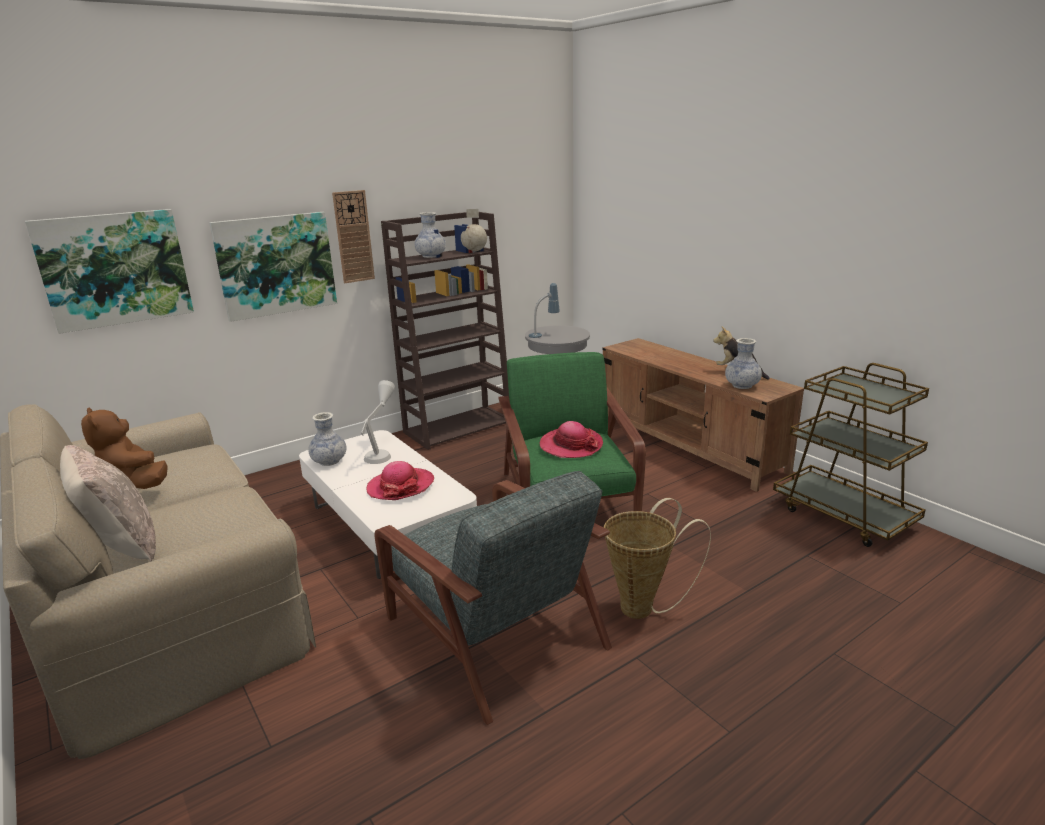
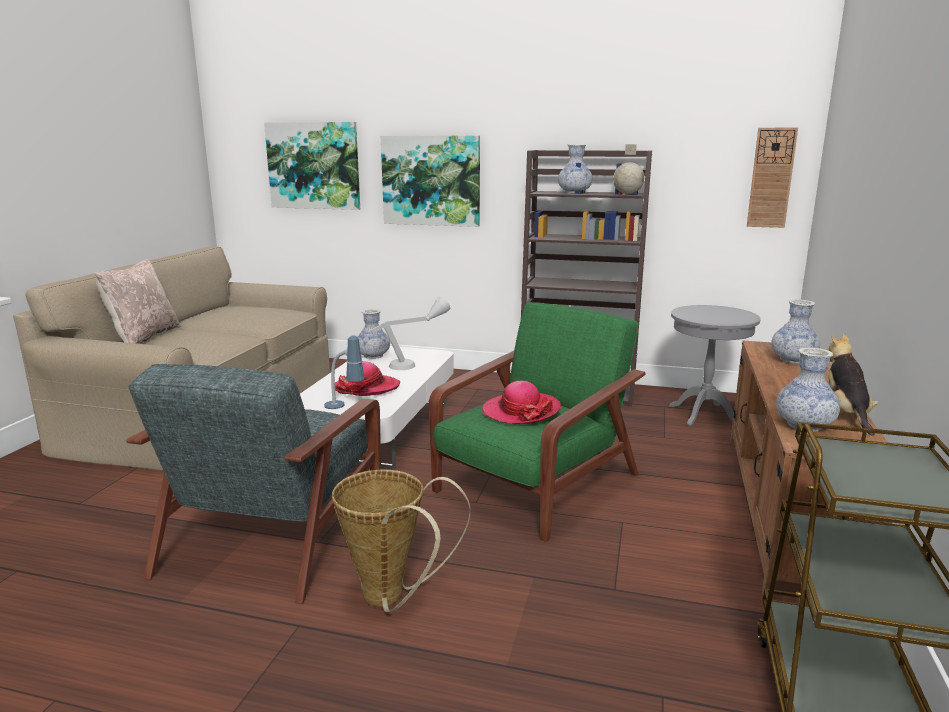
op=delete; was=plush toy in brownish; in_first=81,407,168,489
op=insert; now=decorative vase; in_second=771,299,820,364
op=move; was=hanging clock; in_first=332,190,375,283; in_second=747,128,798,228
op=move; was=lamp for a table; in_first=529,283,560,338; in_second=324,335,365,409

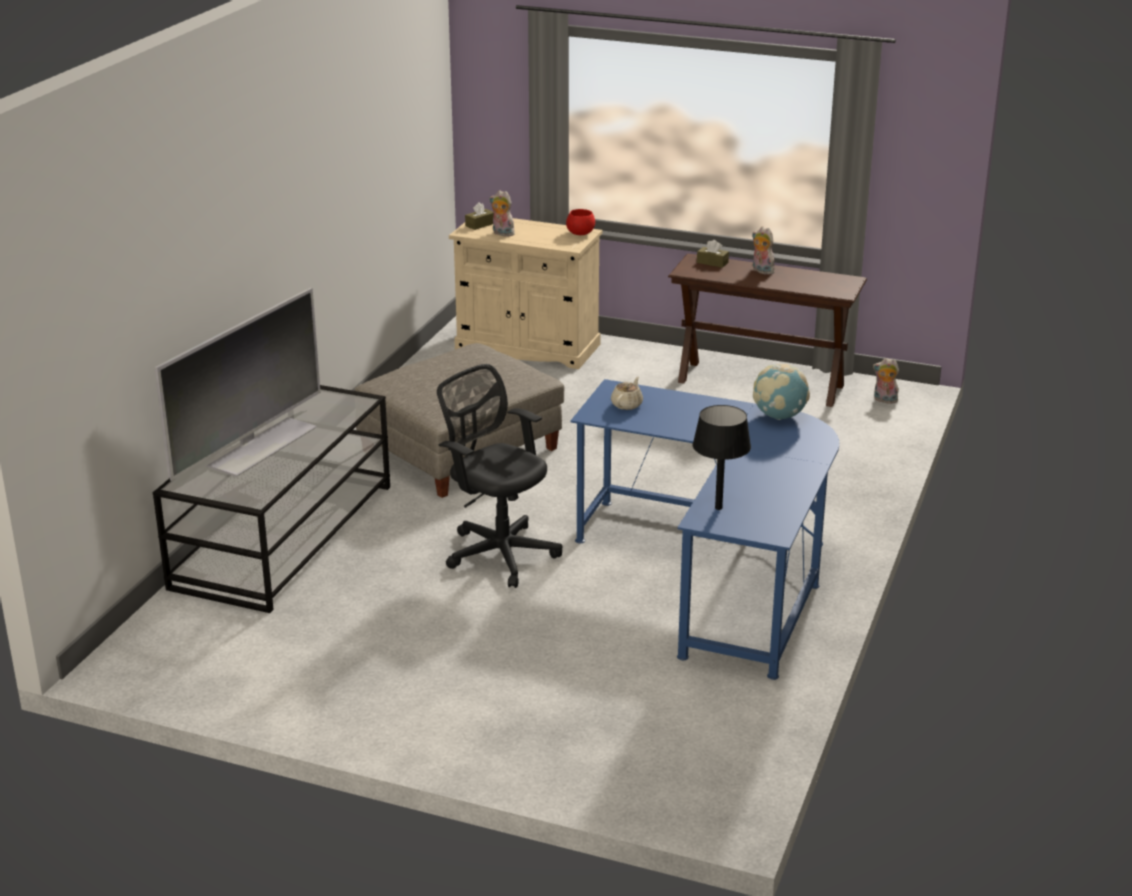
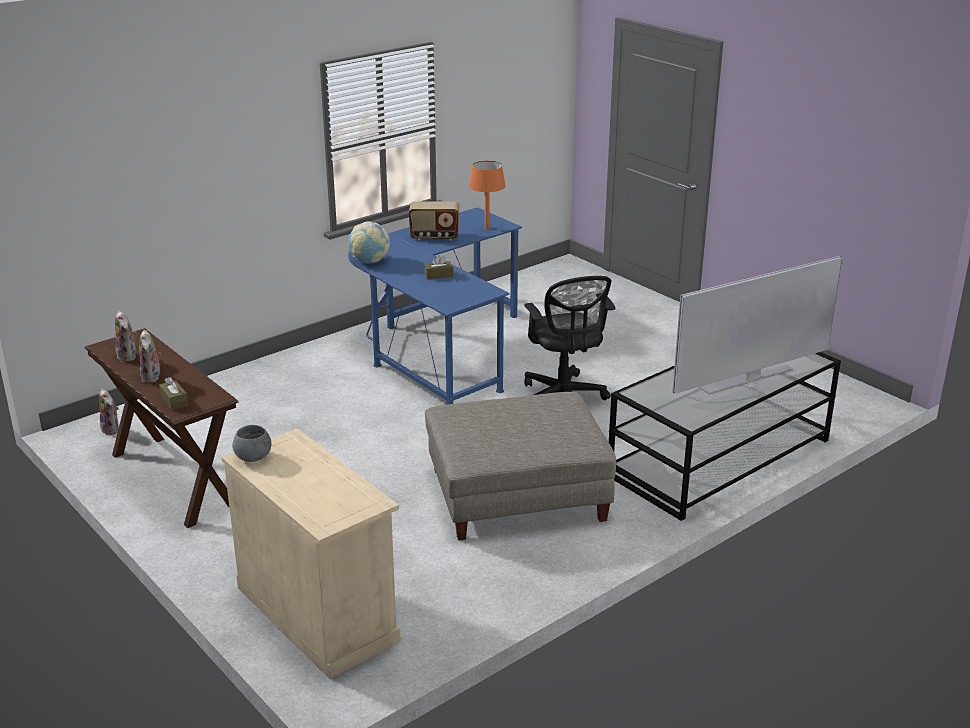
op=delete; was=teapot in sand-coloured; in_first=611,377,643,410
op=insert; now=radio; in_second=409,201,459,240
op=move; was=tissue box in brownish; in_first=465,202,493,230; in_second=424,255,453,279
op=move; was=plush toy; in_first=489,190,515,236; in_second=115,310,137,362
op=recolor; was=serving bowl in red-coloured; now=serving bowl in gray; in_first=566,209,595,235; in_second=232,425,271,462
op=recolor; was=lamp for a table in black-coloured; now=lamp for a table in orange-coloured; in_first=693,405,751,510; in_second=469,161,506,229

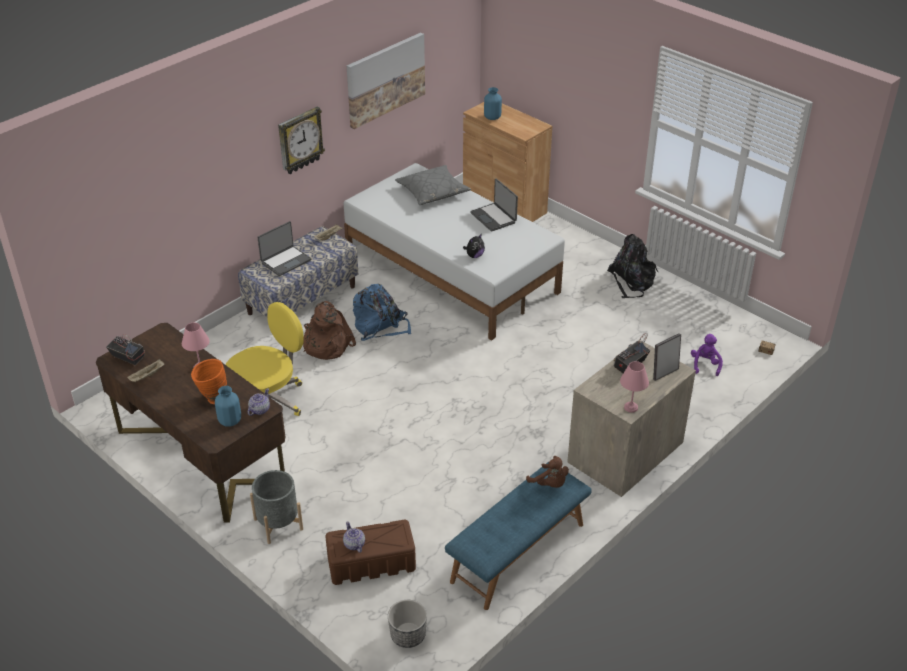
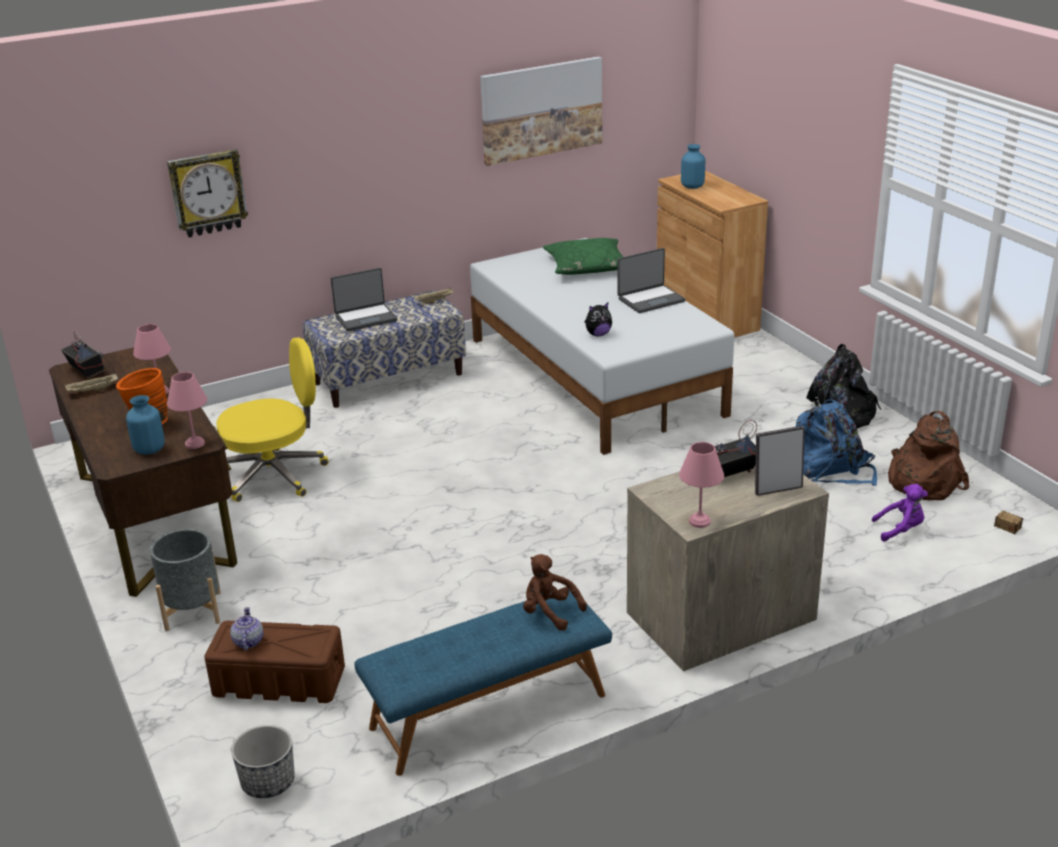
op=move; was=hanging clock; in_first=278,106,325,174; in_second=167,149,248,238
op=move; was=knapsack in brownish; in_first=303,301,356,360; in_second=888,411,969,500
op=move; was=knapsack in blue; in_first=353,284,411,341; in_second=796,399,877,486
op=replace; was=teapot; now=lamp for a table in pink; in_first=248,388,270,416; in_second=167,372,207,449
op=recolor; was=pillow in gray; now=pillow in green; in_first=395,165,471,205; in_second=543,238,623,275
op=rotate; was=portable computer; in_first=470,179,518,232; in_second=618,248,685,313; clockwise=-105
op=rotate; was=plush toy in brownish; in_first=526,456,569,488; in_second=523,554,587,631; clockwise=150
op=rotate; was=plush toy in purple-coloured; in_first=691,334,723,376; in_second=872,484,928,542; clockwise=60

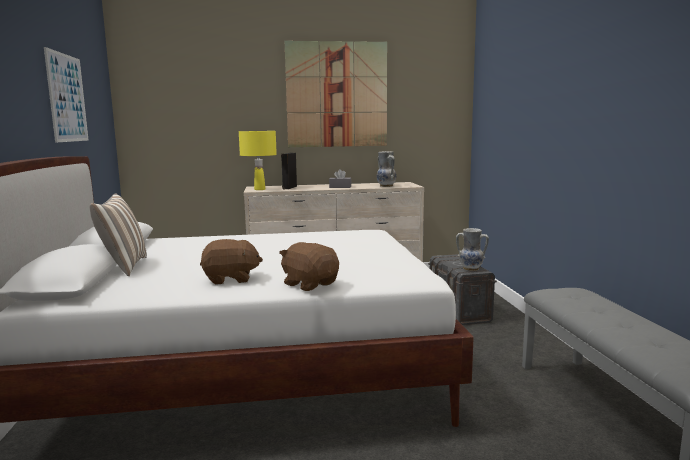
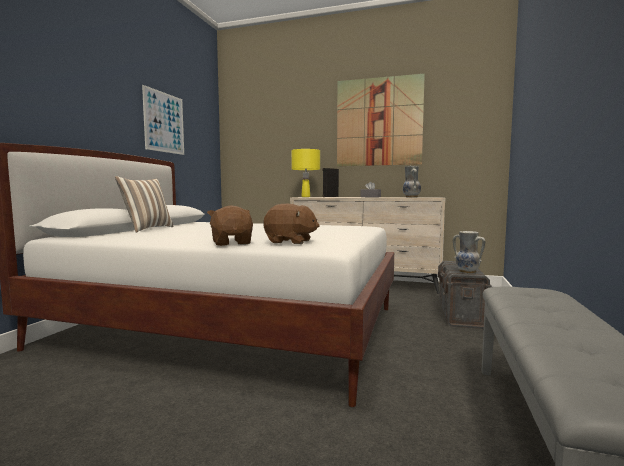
op=move; was=plush toy in brownish; in_first=200,239,263,285; in_second=263,204,320,244

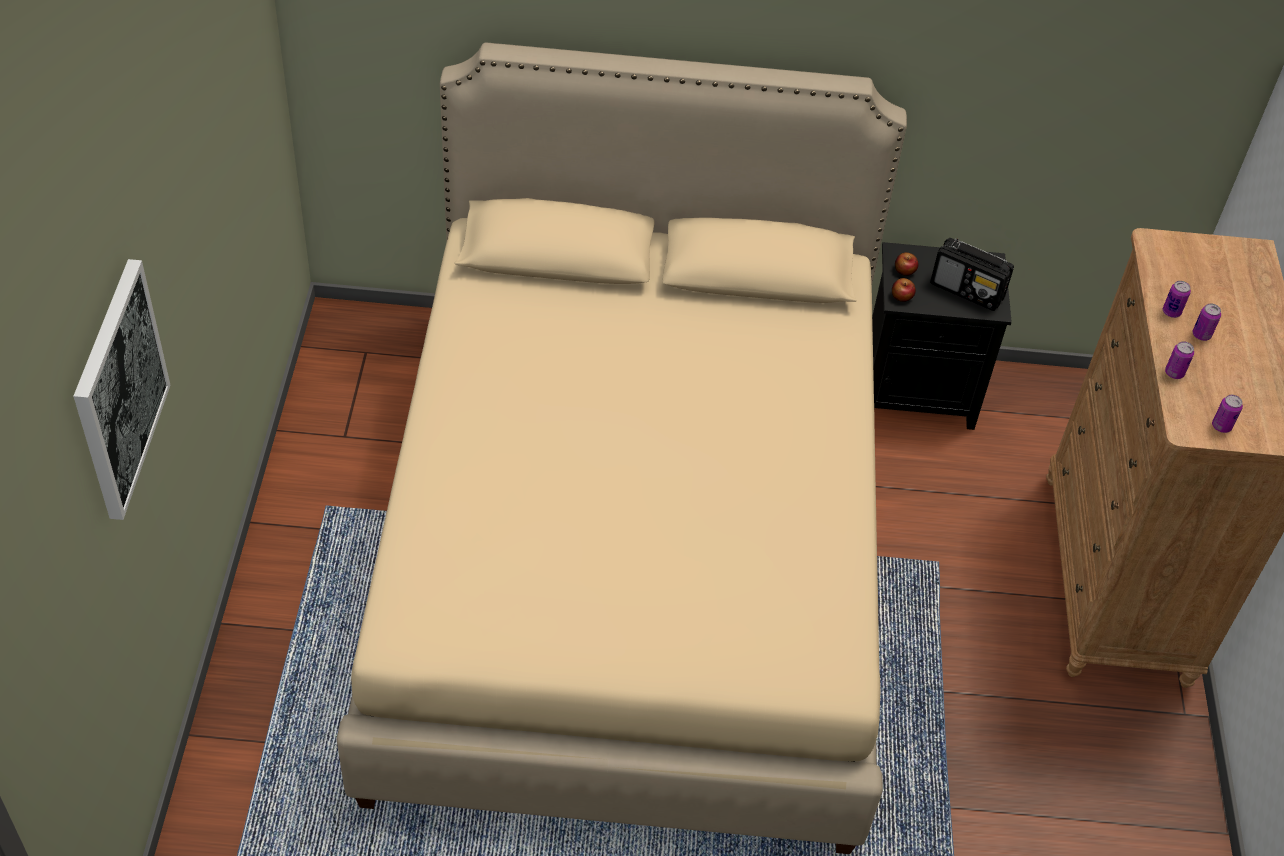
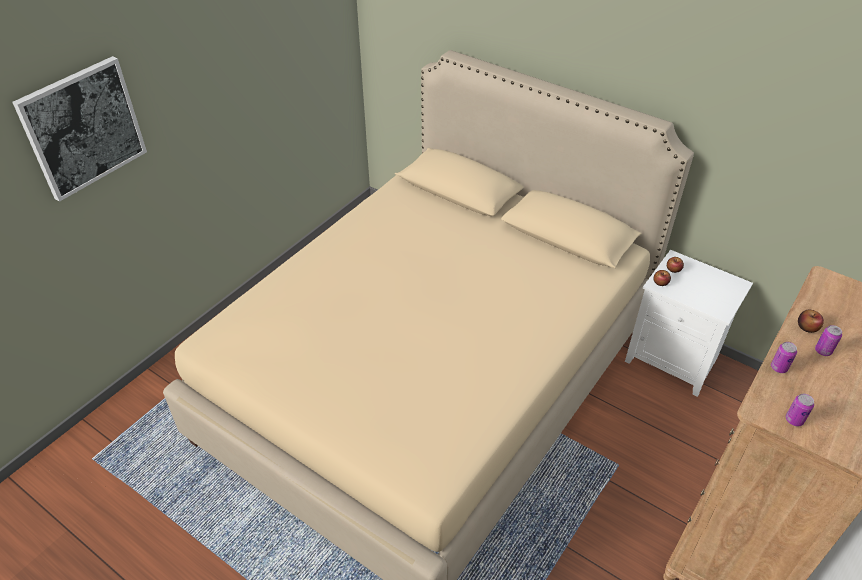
op=delete; was=radio; in_first=930,238,1014,311
op=replace; was=sealed can; now=apple fruit; in_first=1163,281,1191,318; in_second=798,310,824,333
op=recolor; was=nightstand in black-coloured; now=nightstand in whitish; in_first=872,242,1012,430; in_second=625,250,753,397

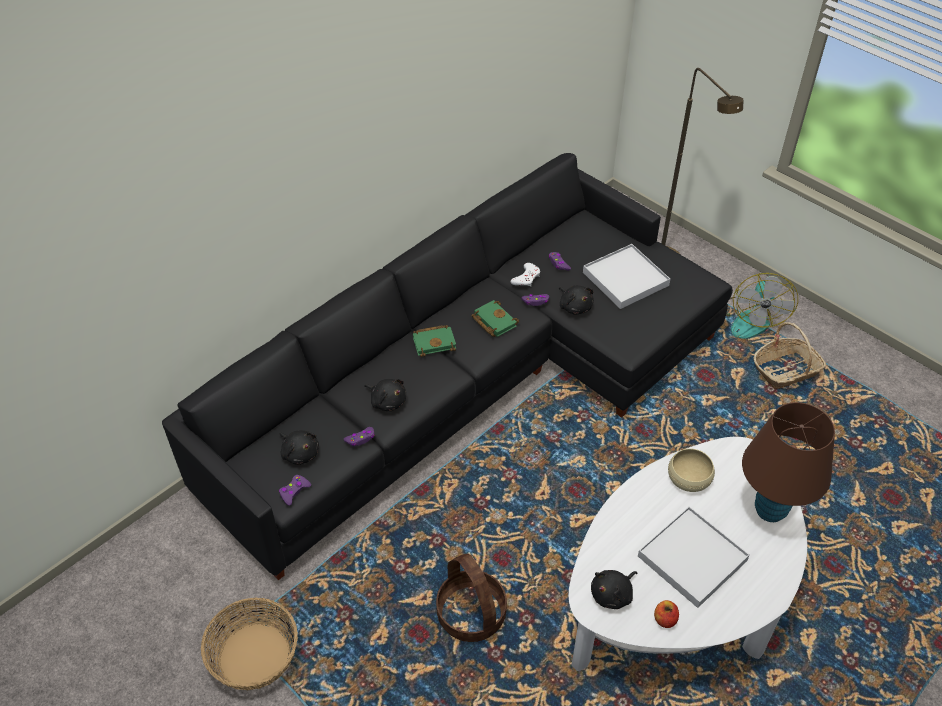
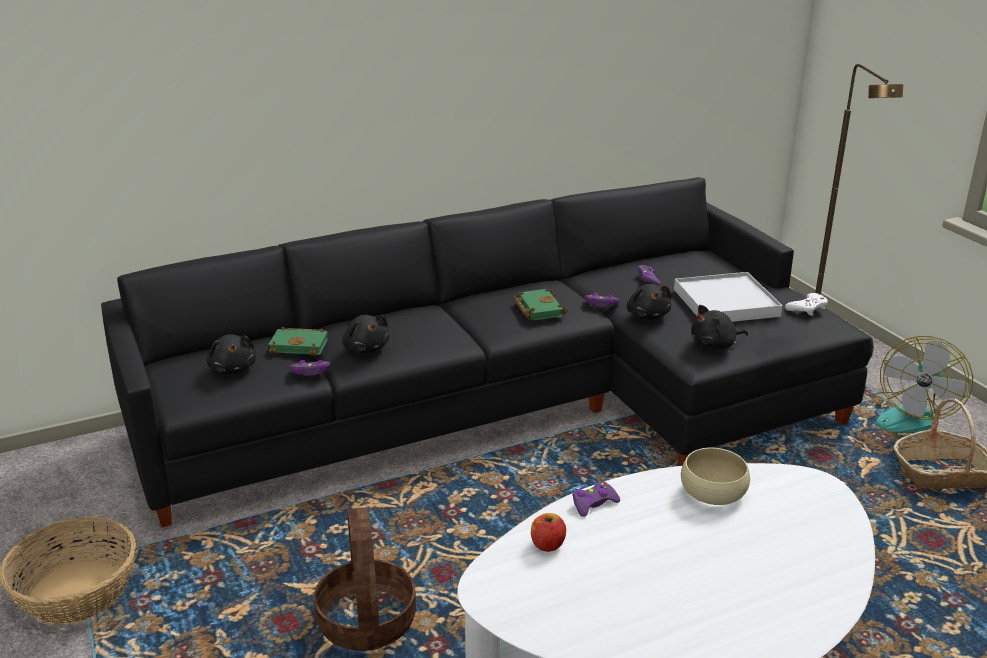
op=delete; was=tray in whitish; in_first=638,506,750,608
op=delete; was=lamp for a table in brownish; in_first=742,402,835,522
op=move; was=joypad in purple-coloured; in_first=279,475,311,506; in_second=572,481,620,517
op=move; was=book in green; in_first=413,325,456,357; in_second=268,327,328,356
op=move; was=joypad in whitish; in_first=510,263,540,287; in_second=785,293,828,316
op=move; was=plush toy in black-coloured; in_first=591,570,637,609; in_second=691,305,748,349
op=move; was=apple fruit; in_first=654,600,679,628; in_second=531,513,566,552

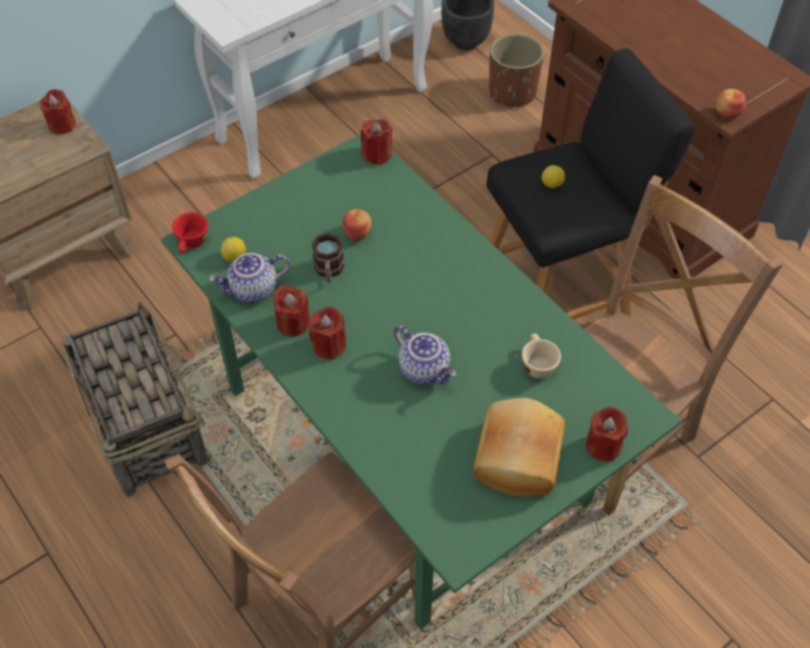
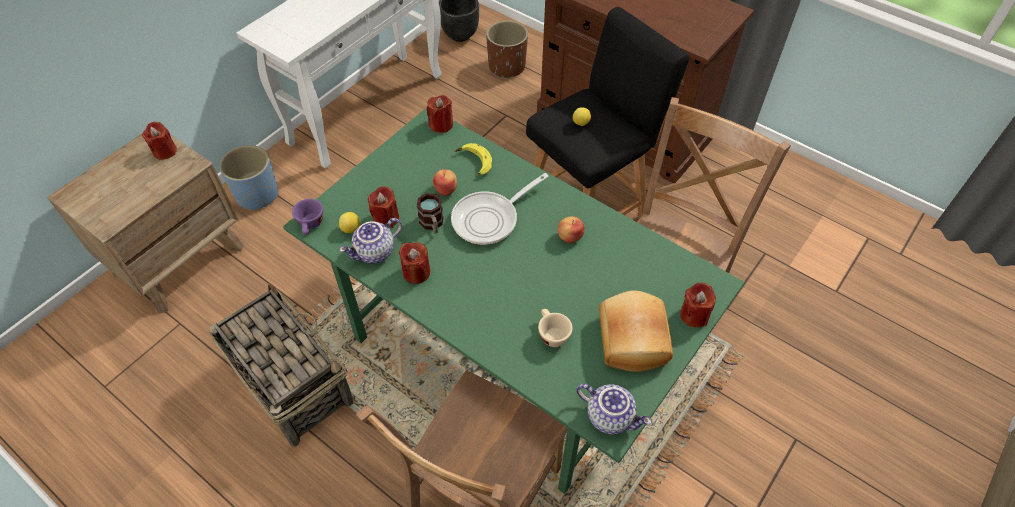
op=insert; now=flower pot in blue; in_second=219,145,279,211
op=insert; now=pan; in_second=451,173,549,245
op=insert; now=banana; in_second=455,143,492,175
op=move; was=wax candle in red-coloured; in_first=309,306,346,360; in_second=368,186,399,228
op=move; was=teapot; in_first=394,325,457,385; in_second=576,384,651,435
op=move; was=small cup in sand-coloured; in_first=522,334,561,379; in_second=538,309,573,347
op=move; was=apple fruit; in_first=715,89,746,118; in_second=558,216,585,243
op=recolor; was=small cup in red-coloured; now=small cup in purple-coloured; in_first=172,212,208,253; in_second=292,199,323,235

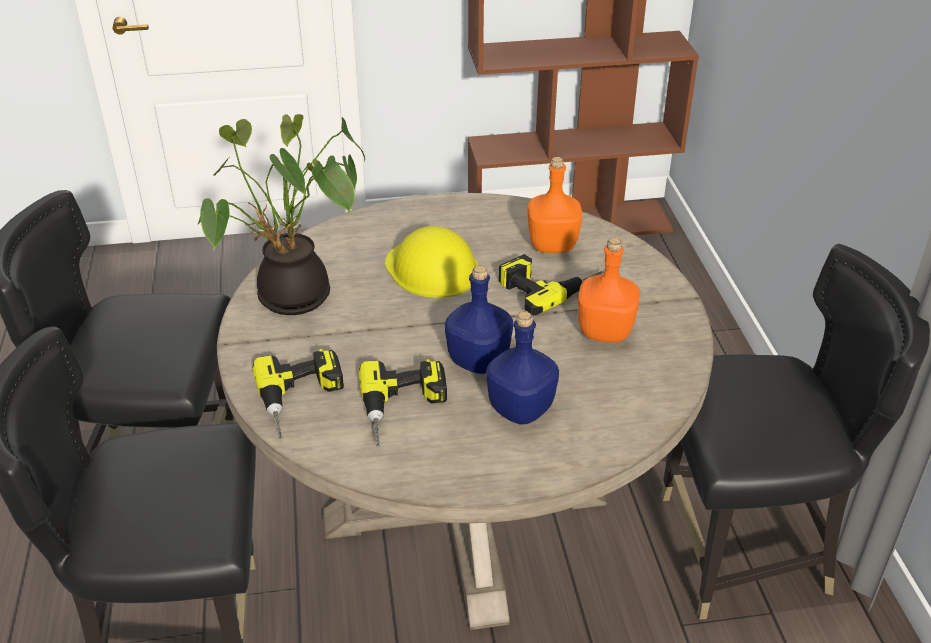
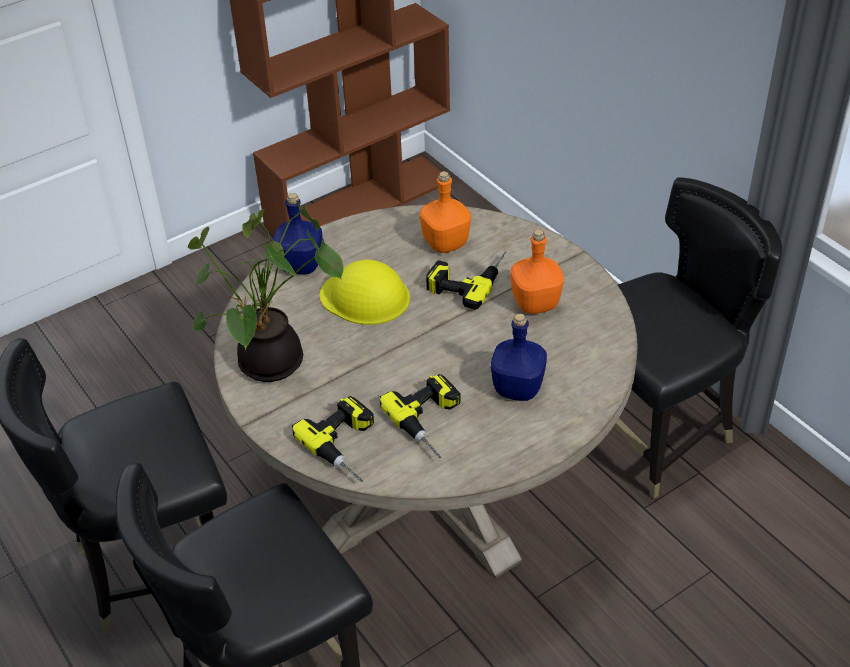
op=move; was=bottle in blue; in_first=445,265,513,374; in_second=273,193,323,274

